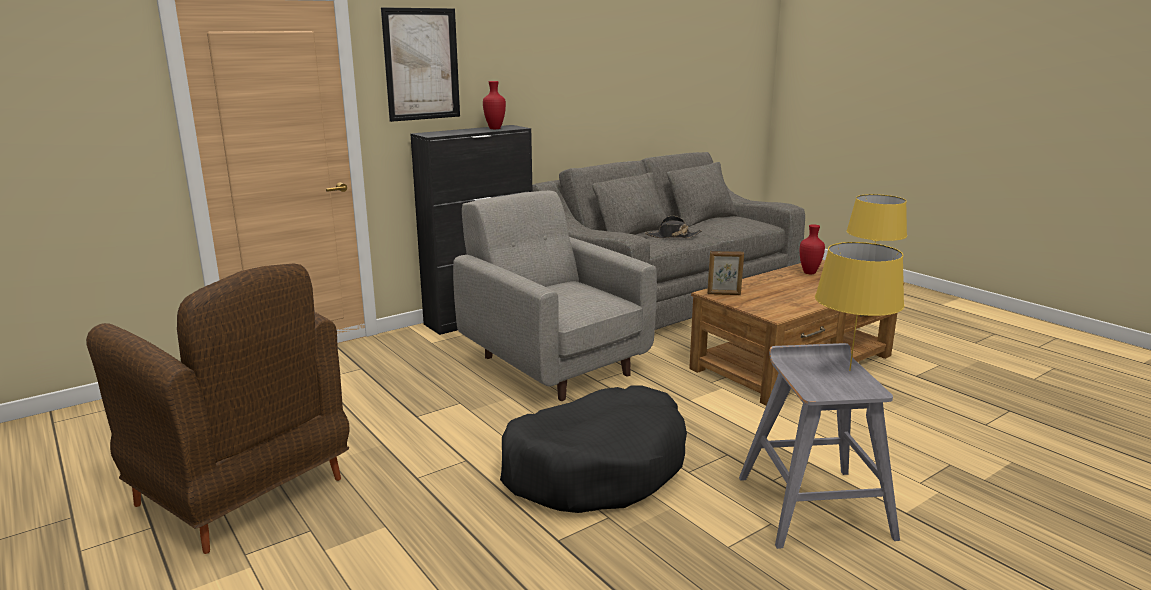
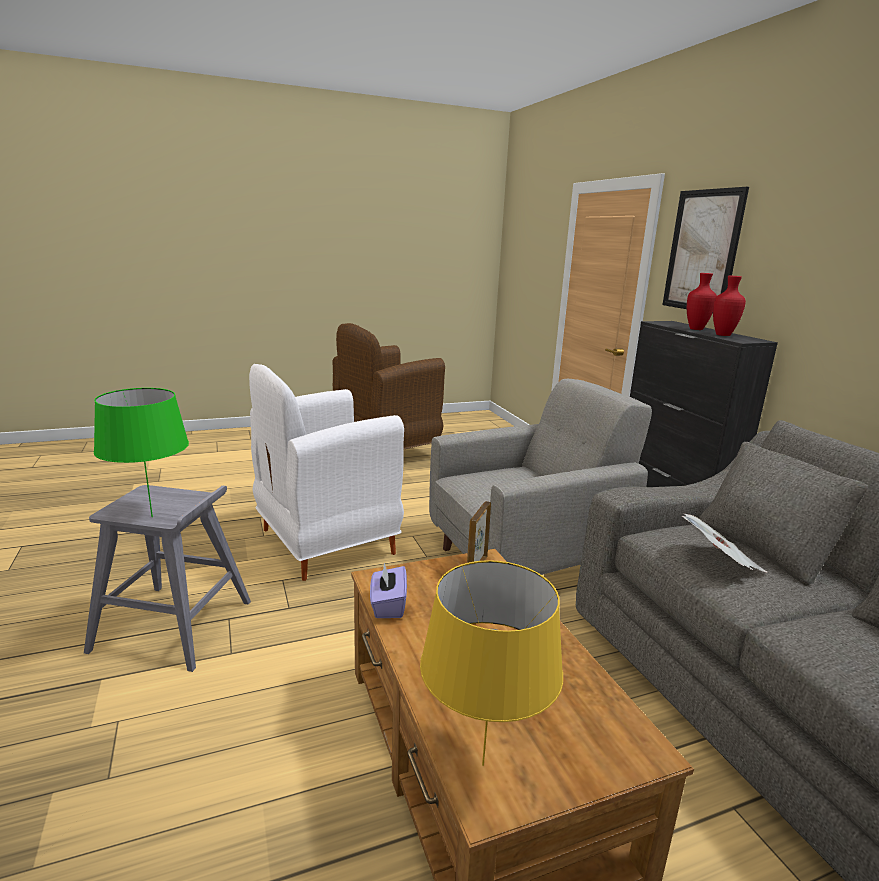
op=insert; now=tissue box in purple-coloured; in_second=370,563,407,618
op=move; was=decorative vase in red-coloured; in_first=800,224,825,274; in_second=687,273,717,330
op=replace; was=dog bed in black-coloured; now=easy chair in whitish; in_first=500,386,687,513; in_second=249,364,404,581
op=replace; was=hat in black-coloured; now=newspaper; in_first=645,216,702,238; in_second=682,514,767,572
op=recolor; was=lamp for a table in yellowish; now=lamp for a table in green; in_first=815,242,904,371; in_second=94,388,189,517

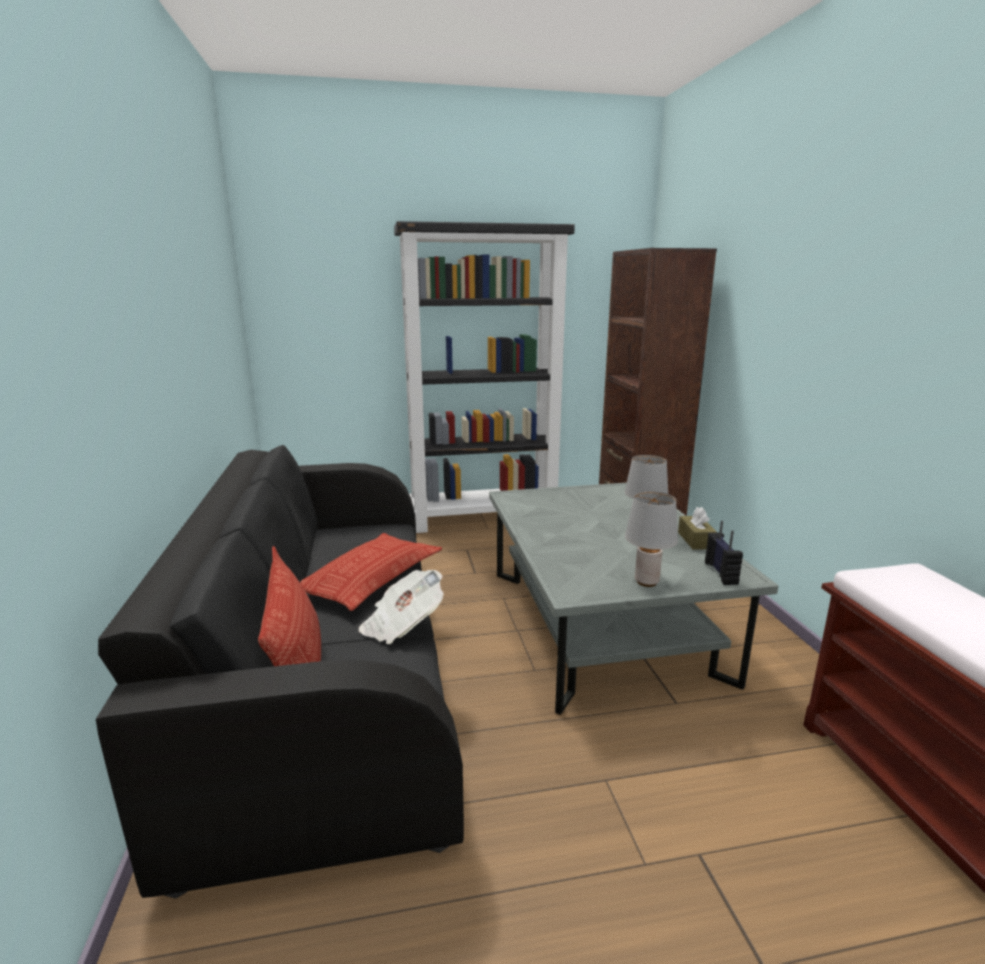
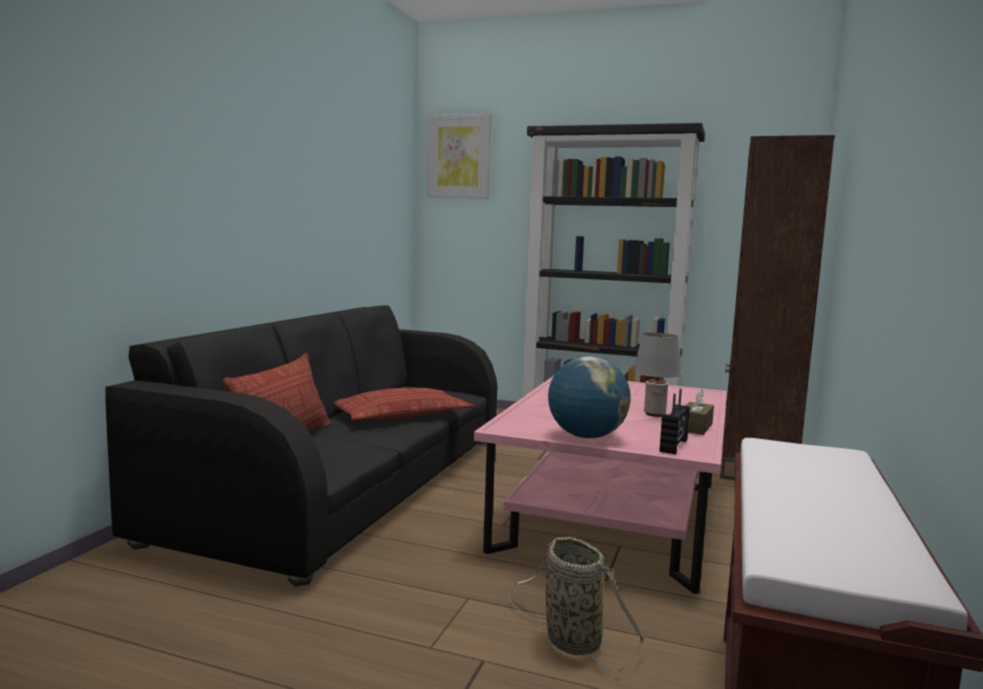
op=delete; was=newspaper; in_first=359,570,444,644
op=insert; now=picture; in_second=427,114,492,198
op=insert; now=storage basket; in_second=509,537,645,671
op=replace; was=lamp for a table in gray; now=globe; in_first=625,491,678,587; in_second=548,356,631,438
op=recolor; was=lounge table in gray; now=lounge table in pink; in_first=489,483,778,715; in_second=474,375,727,594

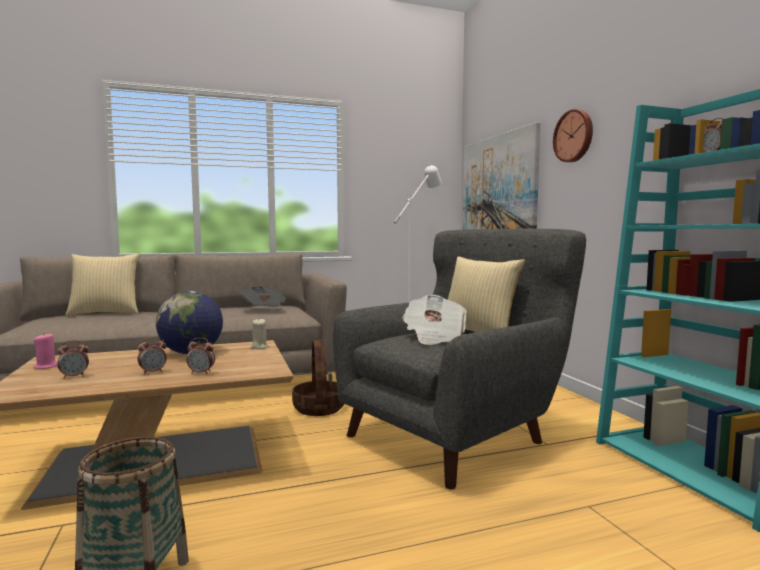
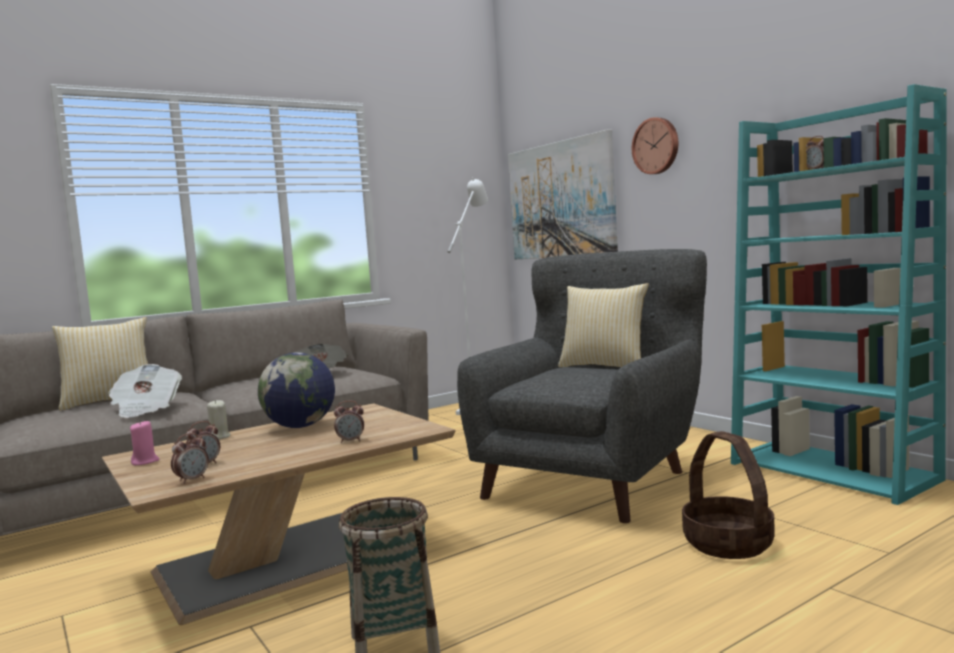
op=move; was=table clock; in_first=137,337,167,375; in_second=171,433,209,484
op=move; was=wax candle in sand-coloured; in_first=251,318,268,349; in_second=207,400,231,439
op=move; was=storage basket; in_first=292,340,344,416; in_second=682,431,775,559
op=move; was=newspaper; in_first=402,295,467,345; in_second=108,364,182,418

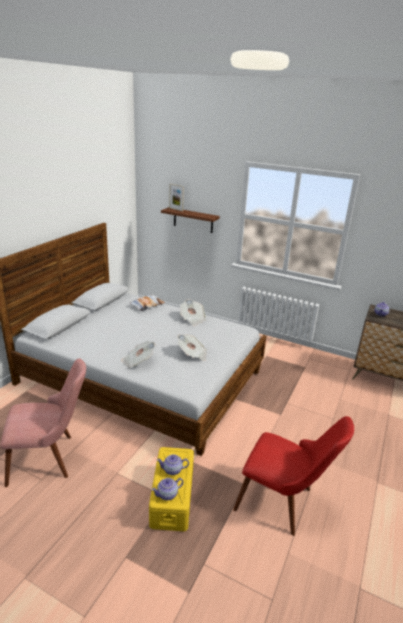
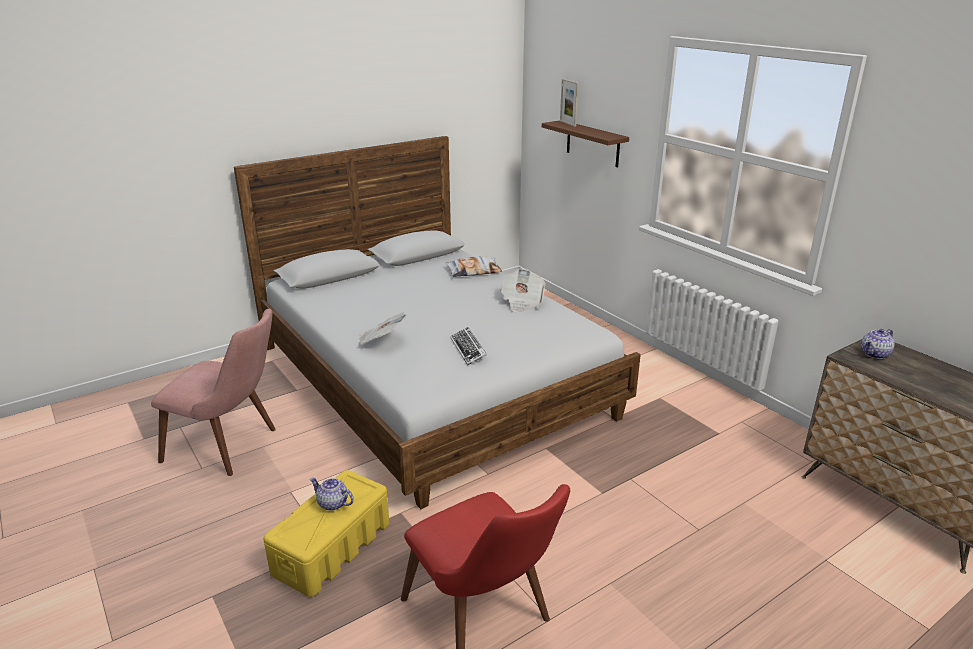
op=delete; was=teapot; in_first=151,478,183,500
op=replace; was=newspaper; now=PC keyboard; in_first=177,334,207,361; in_second=450,327,487,365

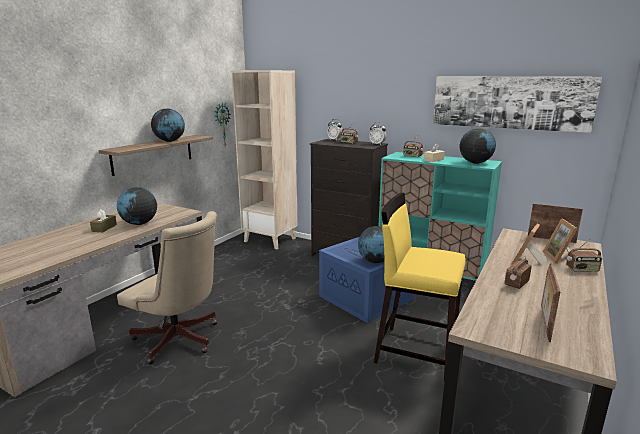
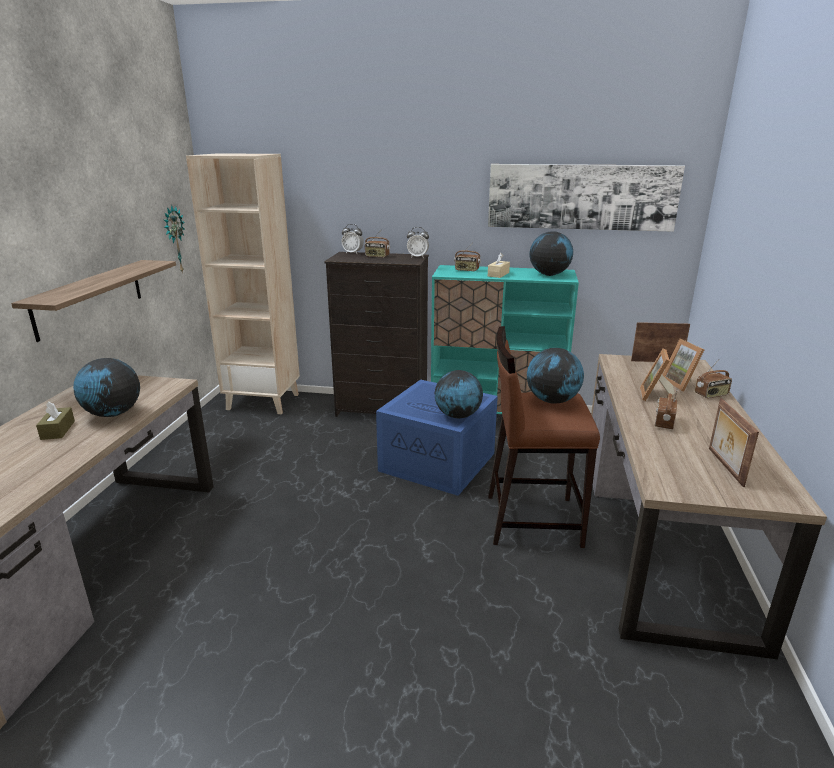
op=delete; was=desk chair in sand-coloured; in_first=117,211,217,365
op=move; was=globe; in_first=151,109,185,142; in_second=527,348,584,404
op=recolor; was=stool in yellowish; now=stool in brownish; in_first=374,193,466,381; in_second=488,326,600,548

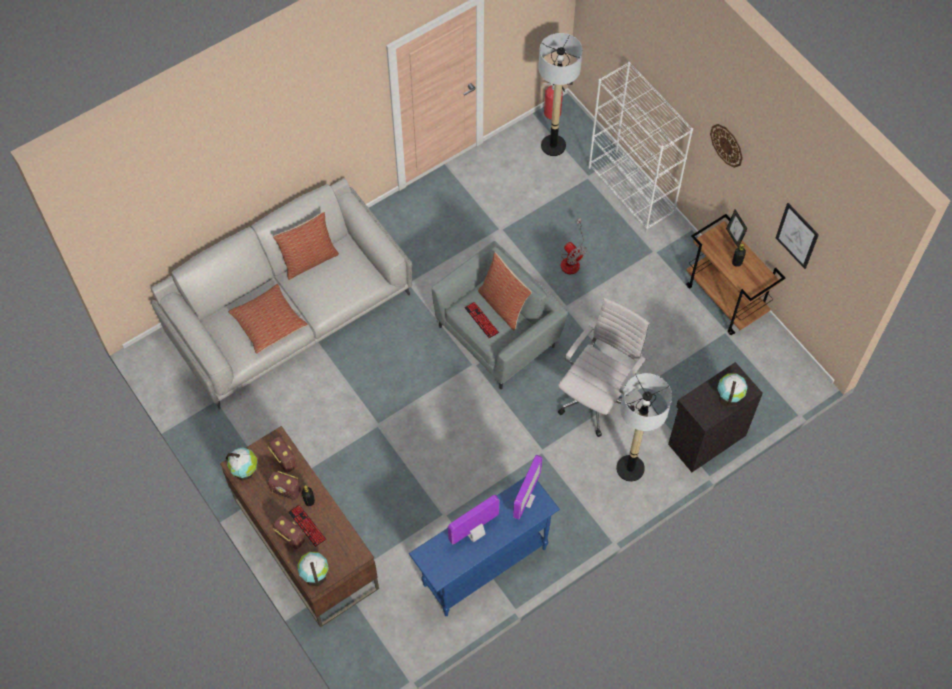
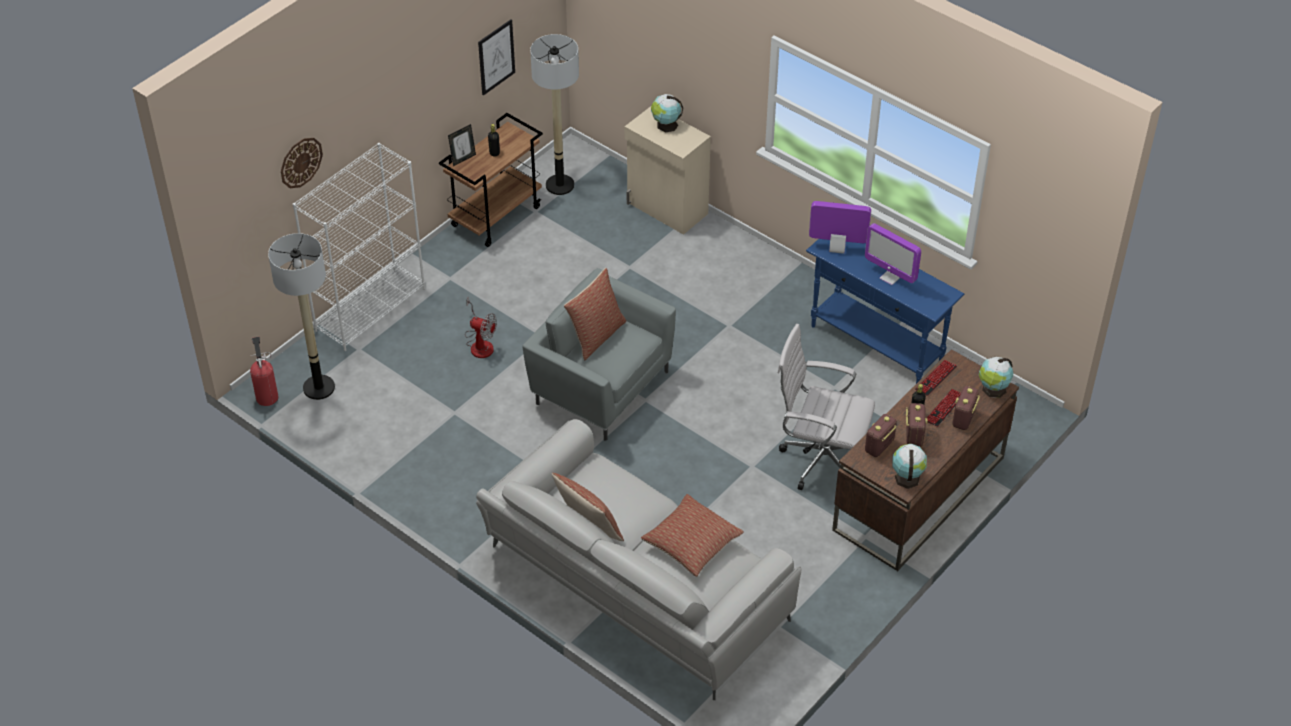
op=move; was=PC keyboard; in_first=464,302,499,339; in_second=915,360,957,396
op=move; was=desk chair in whitish; in_first=558,298,650,437; in_second=778,324,875,490
op=move; was=floor lamp; in_first=616,373,672,482; in_second=530,34,579,195
op=move; was=hanging clock; in_first=710,124,743,168; in_second=281,138,323,188
op=recolor; was=cabinet in black-coloured; now=cabinet in sand-coloured; in_first=668,362,763,472; in_second=625,106,711,235
op=rotate; was=electric fan; in_first=561,218,587,274; in_second=465,296,497,358; clockwise=75

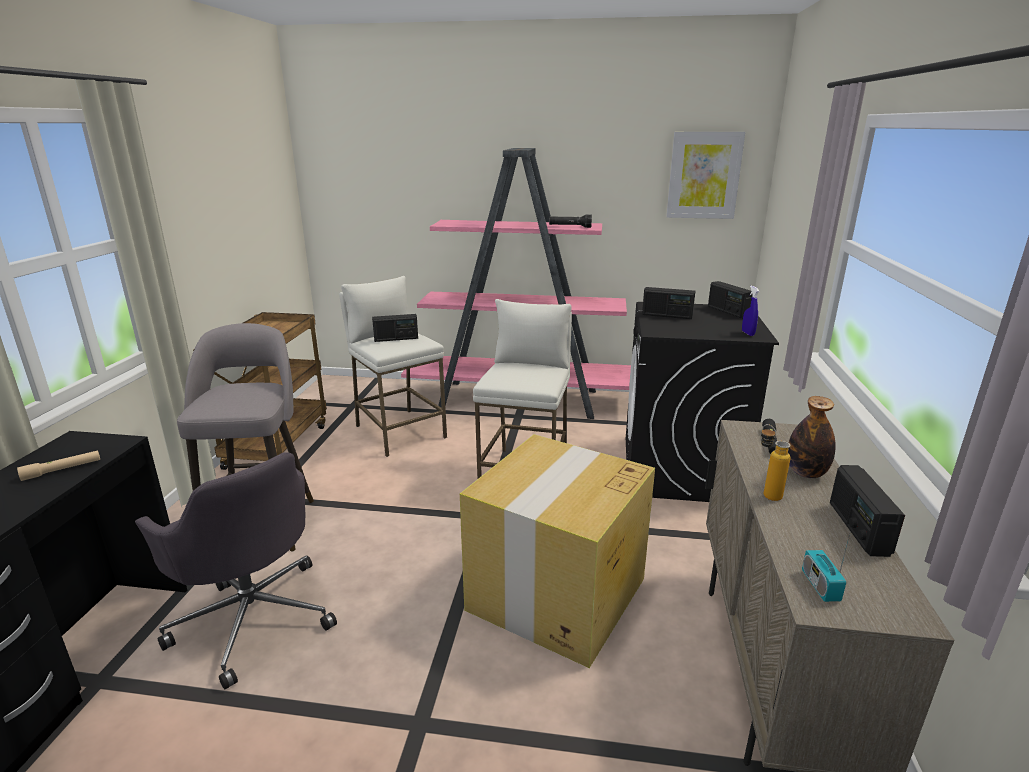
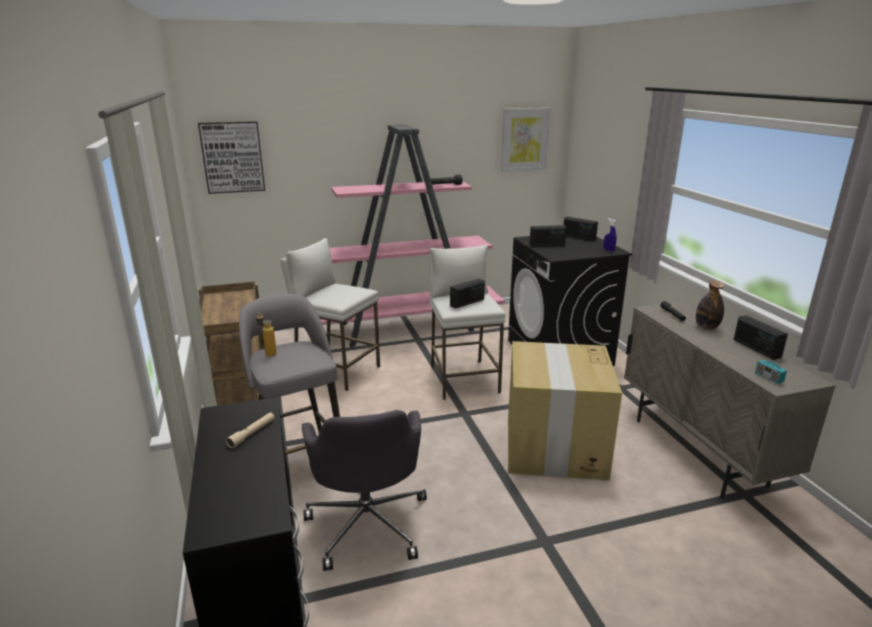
op=insert; now=picture; in_second=198,121,265,194
op=move; was=radio; in_first=372,314,418,342; in_second=450,279,485,309
op=move; was=bottle; in_first=761,424,791,501; in_second=256,312,277,357
op=rotate; was=desk chair in gray; in_first=135,452,337,690; in_second=302,410,427,571; clockwise=60

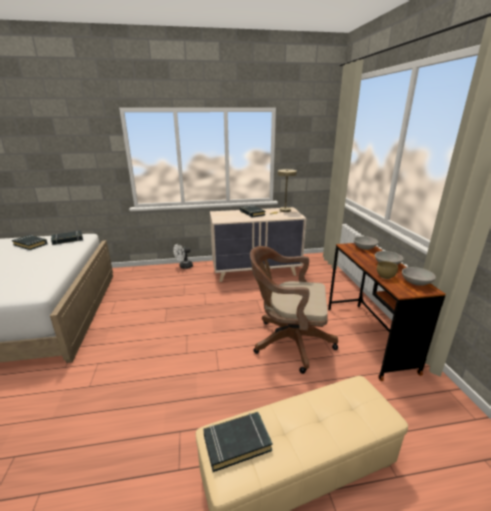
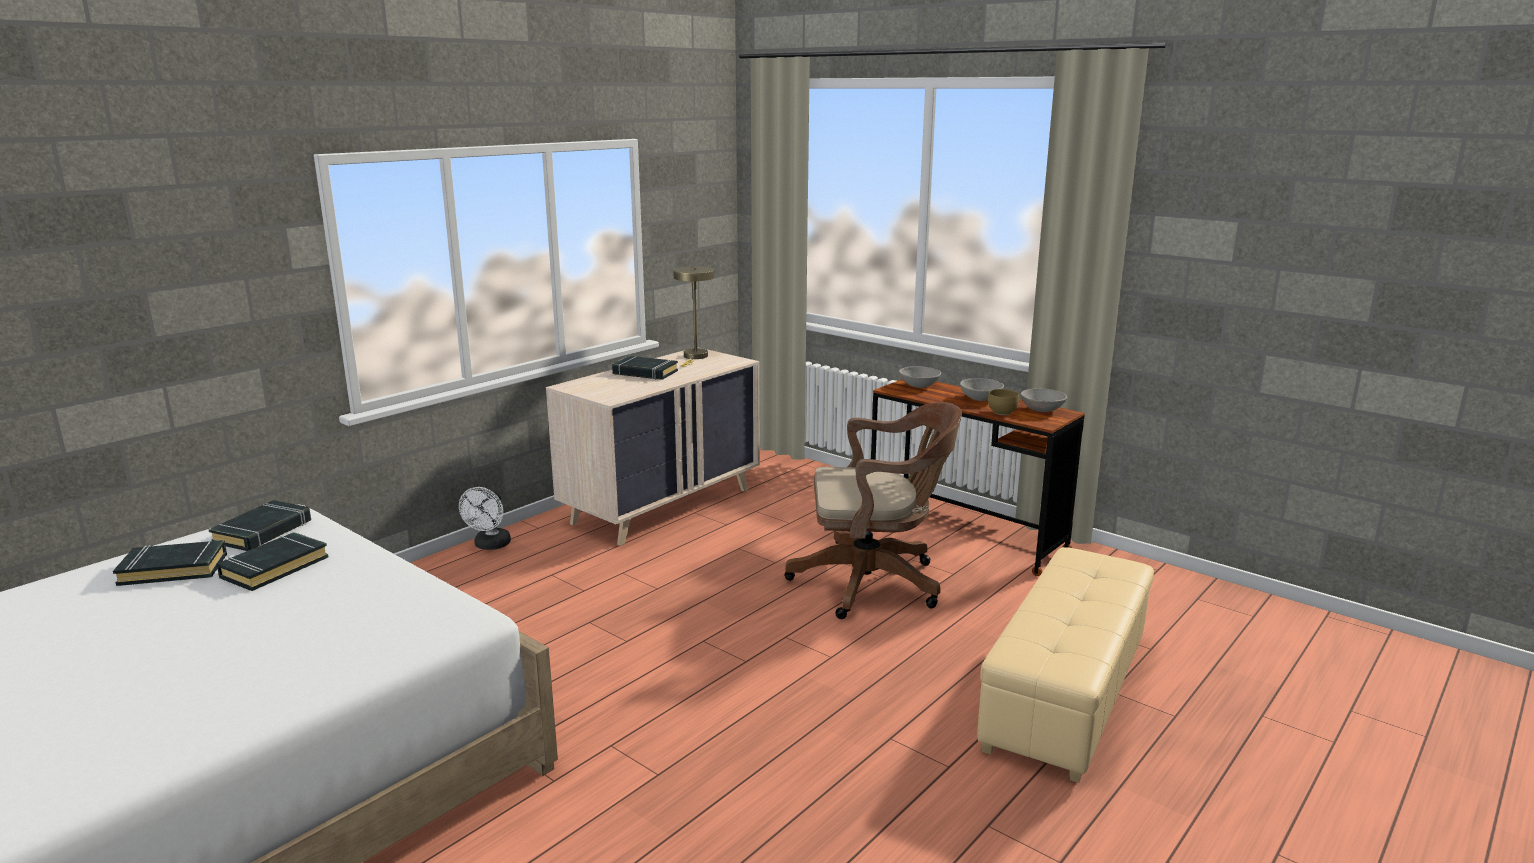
op=move; was=book in black-coloured; in_first=203,412,273,472; in_second=217,532,329,591
op=rotate; was=desk chair in brownish; in_first=250,246,338,374; in_second=784,402,962,619; clockwise=-150

